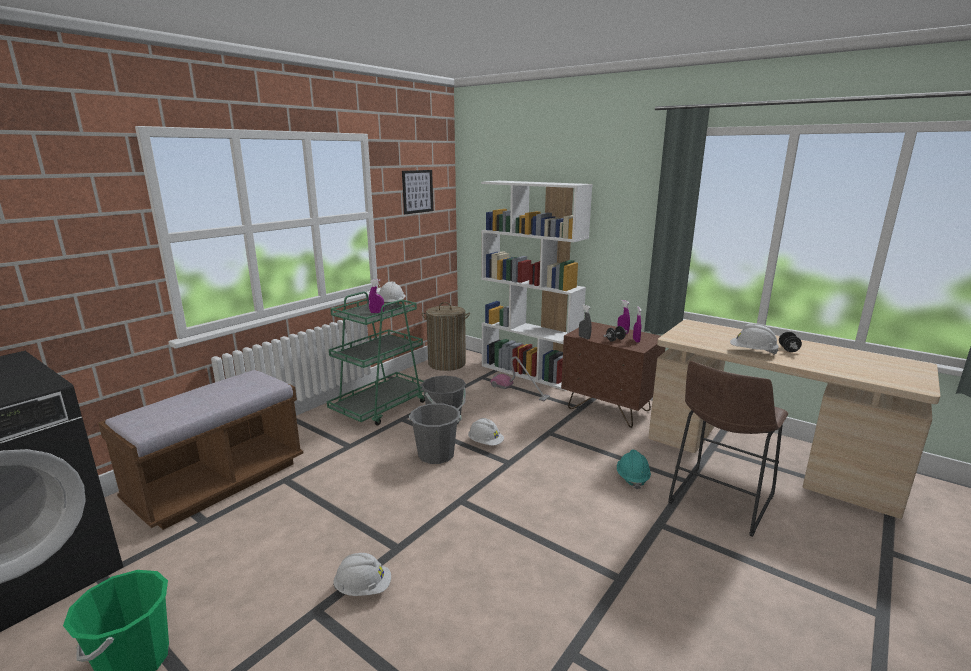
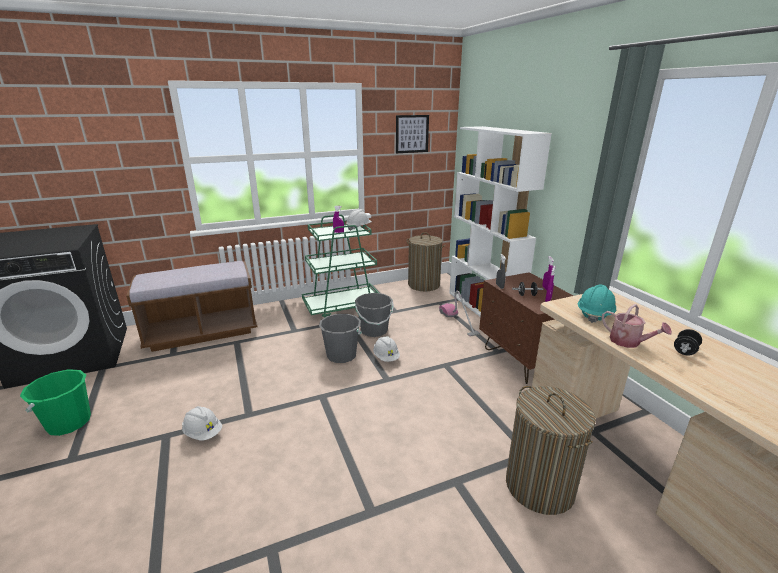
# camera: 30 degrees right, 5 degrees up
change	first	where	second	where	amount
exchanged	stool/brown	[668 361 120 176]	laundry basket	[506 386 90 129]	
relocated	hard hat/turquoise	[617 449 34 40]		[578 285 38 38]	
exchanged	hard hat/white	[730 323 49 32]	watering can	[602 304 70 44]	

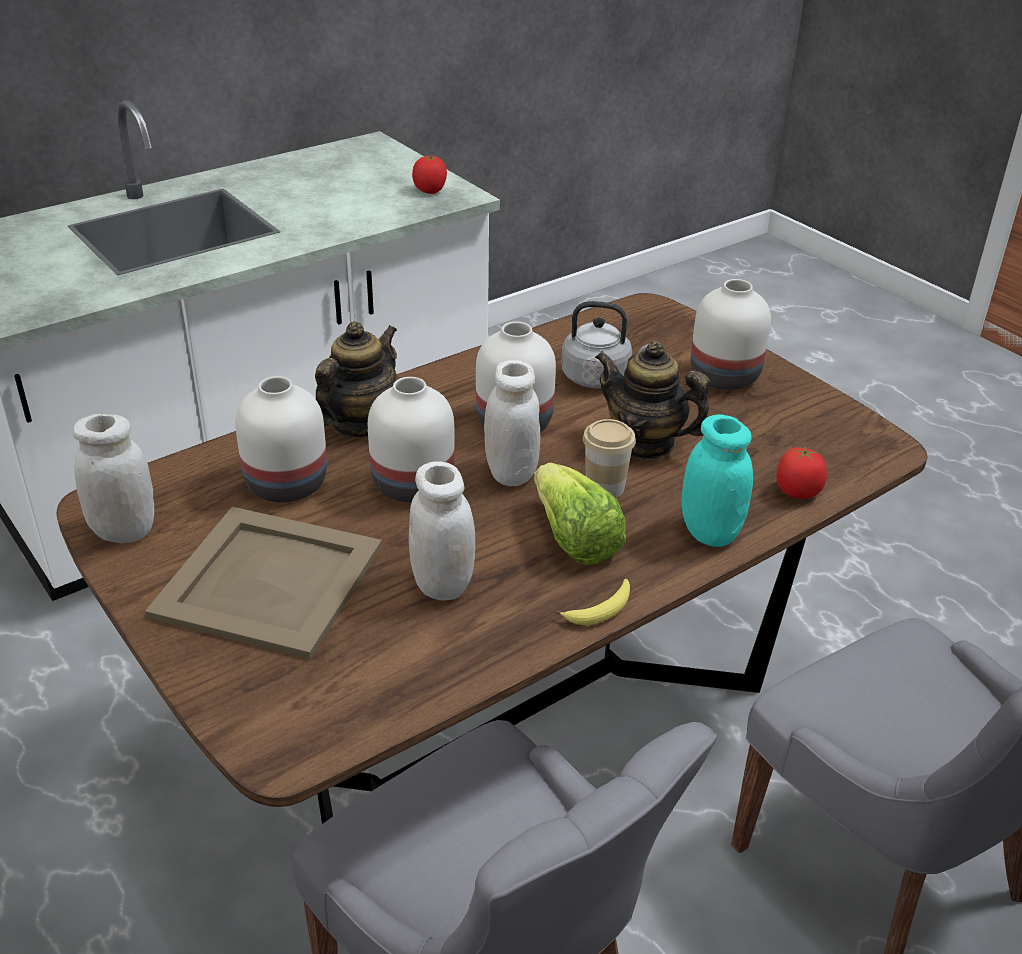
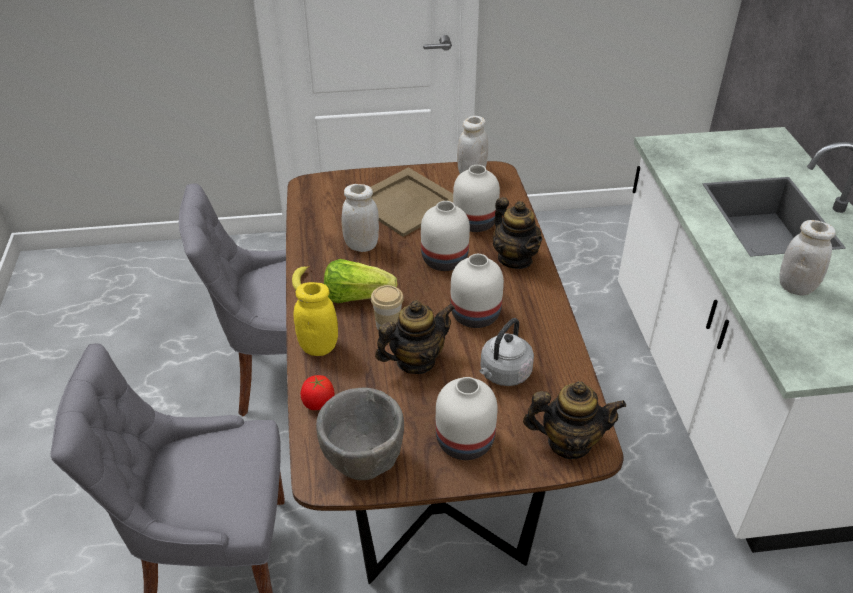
# camera: 120 degrees right, 5 degrees up
change	first	where	second	where	amount
colour	jar/turquoise	[682 414 71 133]	jar/yellow	[294 282 44 74]	
appeared			bowl/grey	[316 388 88 92]	
appeared			teapot	[523 381 103 78]	
relocated	jar/white	[484 360 56 126]		[779 220 57 76]	
missing	tomato	[412 156 35 38]			

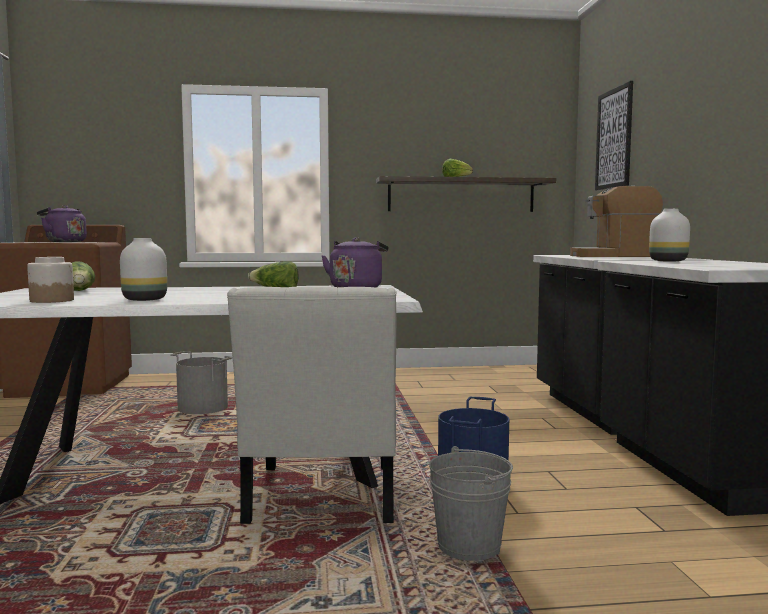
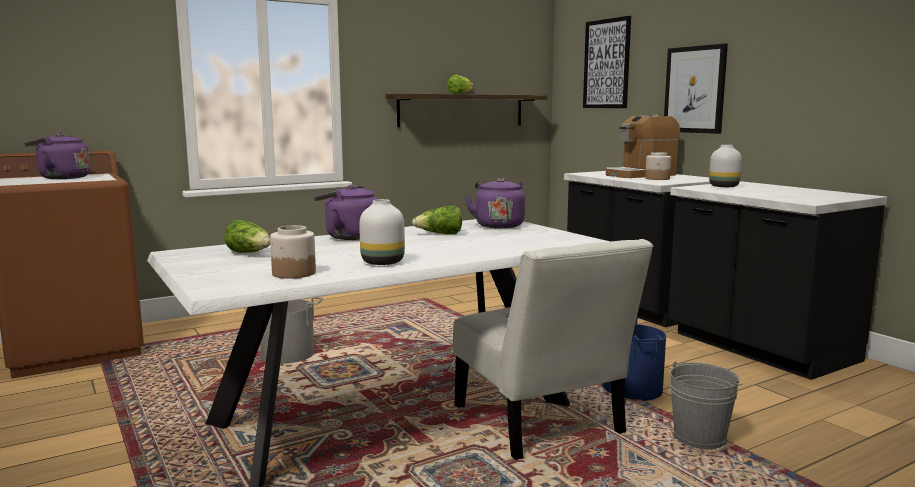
# camera: 25 degrees left, 5 degrees up
change	first	where	second	where	amount
appeared			kettle/purple	[314 185 64 55]	
appeared			jar	[645 152 26 28]	
appeared			picture	[664 44 64 90]	

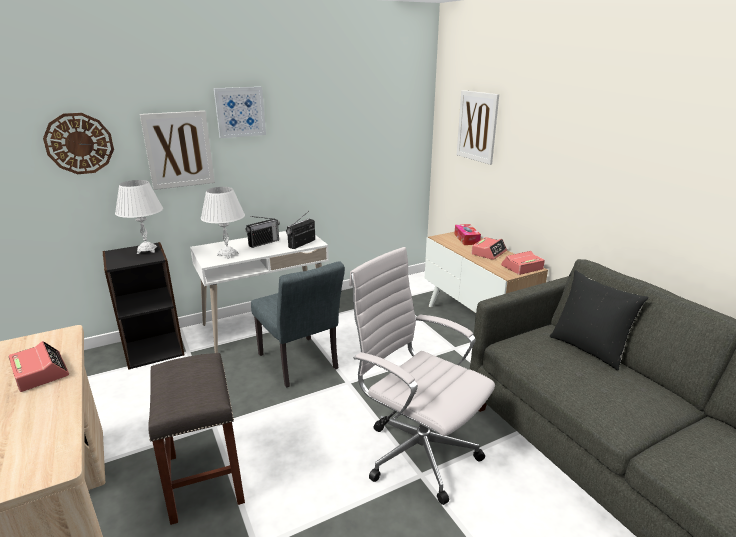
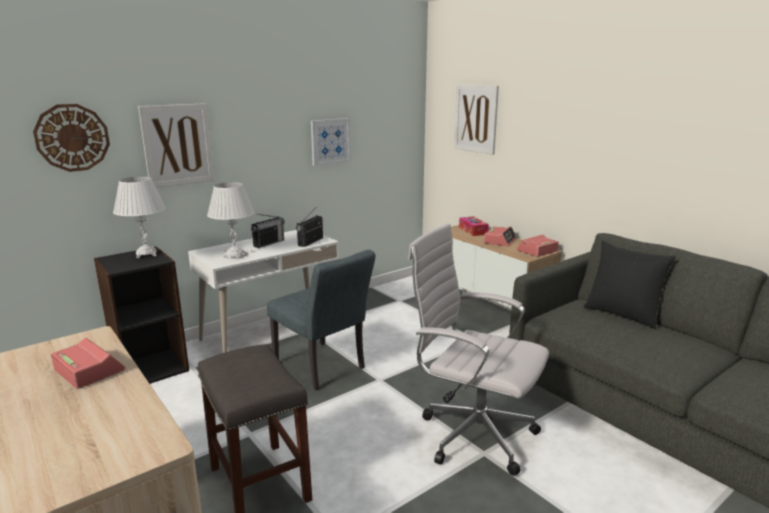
# camera: 10 degrees left, 5 degrees down
change	first	where	second	where	amount
relocated	picture	[214 87 52 51]		[311 118 40 48]	

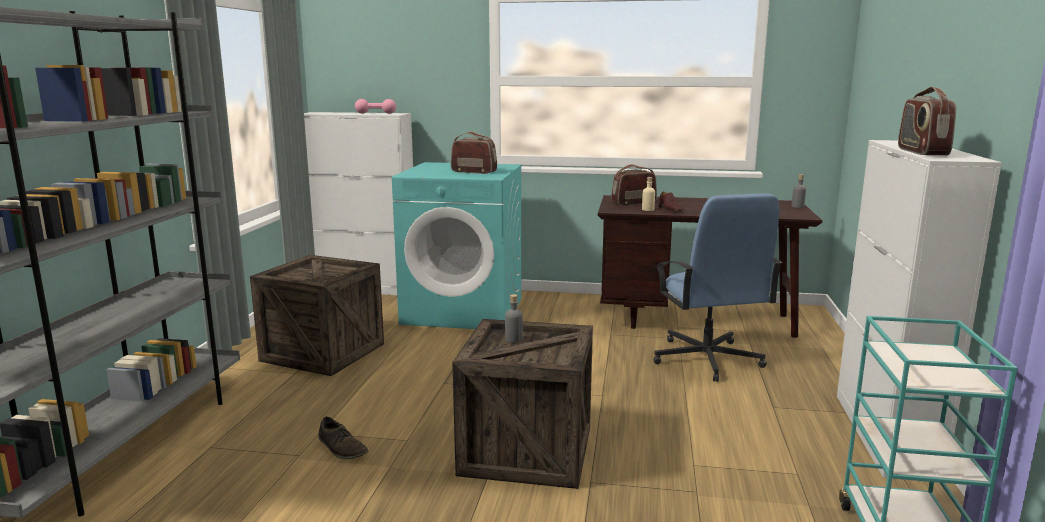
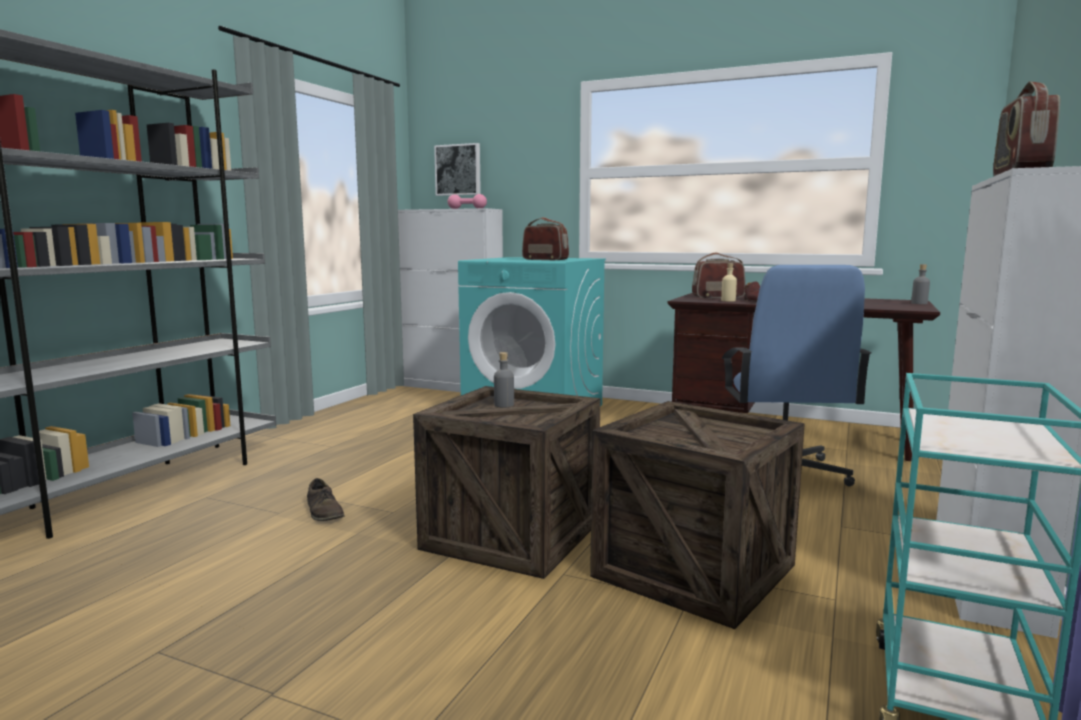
# camera: 15 degrees right, 5 degrees down
change	first	where	second	where	amount
appeared			picture	[434 143 47 53]	
relocated	crate	[250 255 134 121]		[590 401 215 228]	

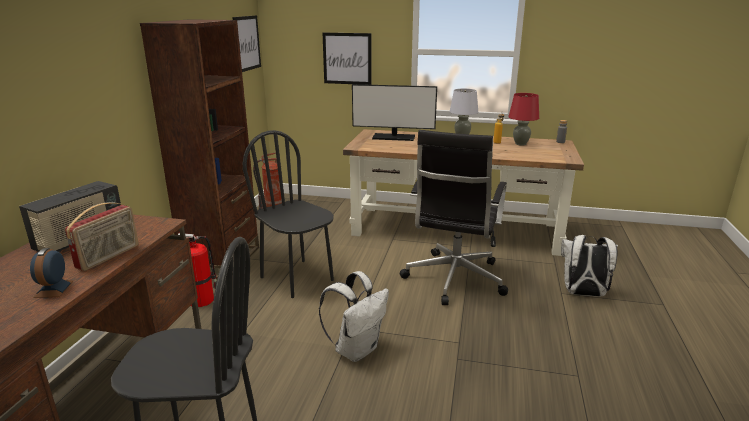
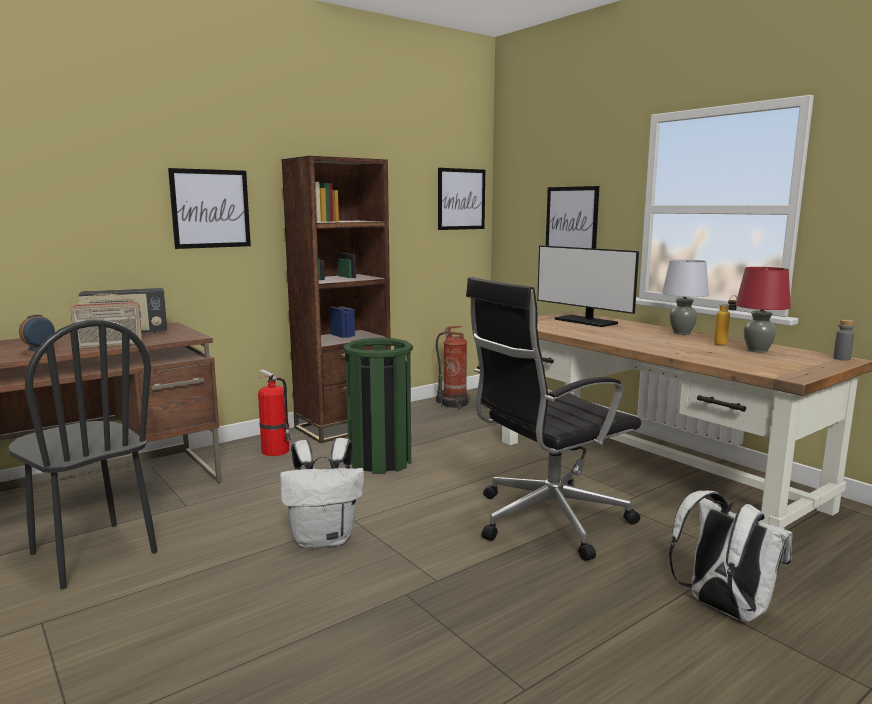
# camera: 40 degrees right, 10 degrees down
change	first	where	second	where	amount
appeared			picture	[168 168 83 81]	
exchanged	chair/black	[243 130 91 168]	trash can/green	[343 338 70 136]	

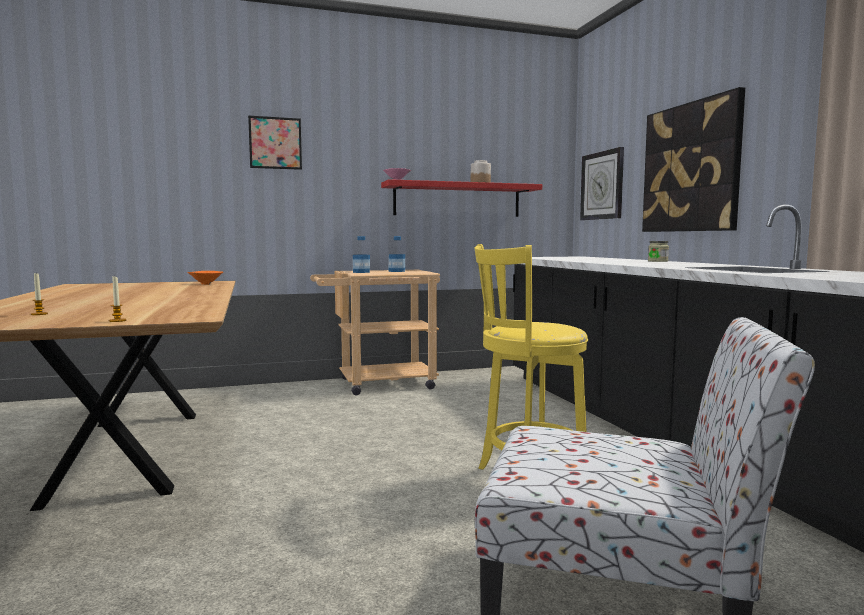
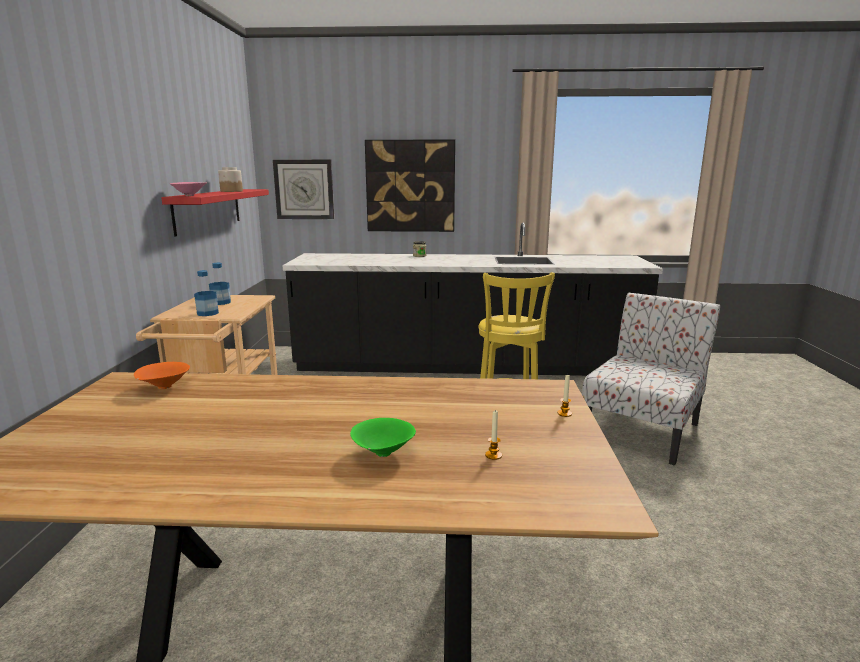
# camera: 70 degrees left, 10 degrees up
change	first	where	second	where	amount
appeared			bowl/green	[350 418 66 39]	
missing	picture	[248 116 54 54]			

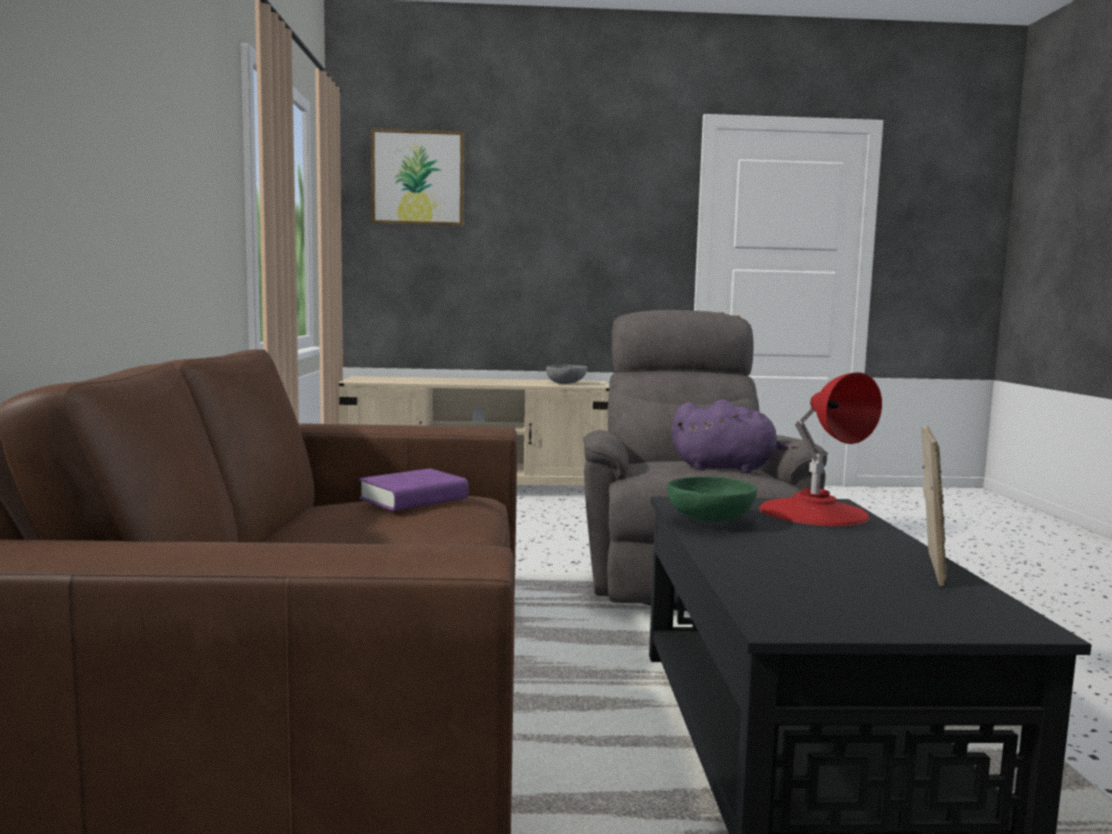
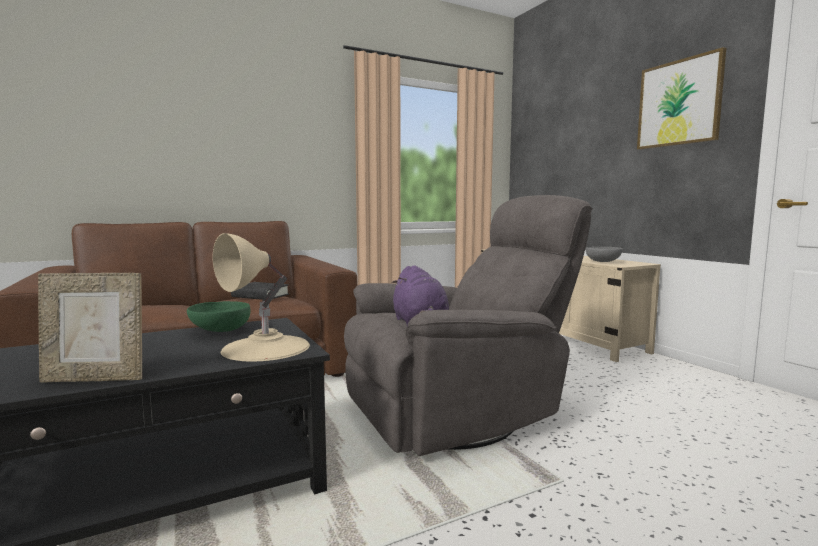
# camera: 65 degrees right, 0 degrees up
change	first	where	second	where	amount
colour	table lamp/red	[759 372 123 154]	table lamp/beige	[213 233 97 128]	
colour	book/purple	[359 468 109 43]	book/black	[231 282 58 18]	
relocated	picture	[371 128 93 98]		[637 47 89 103]	

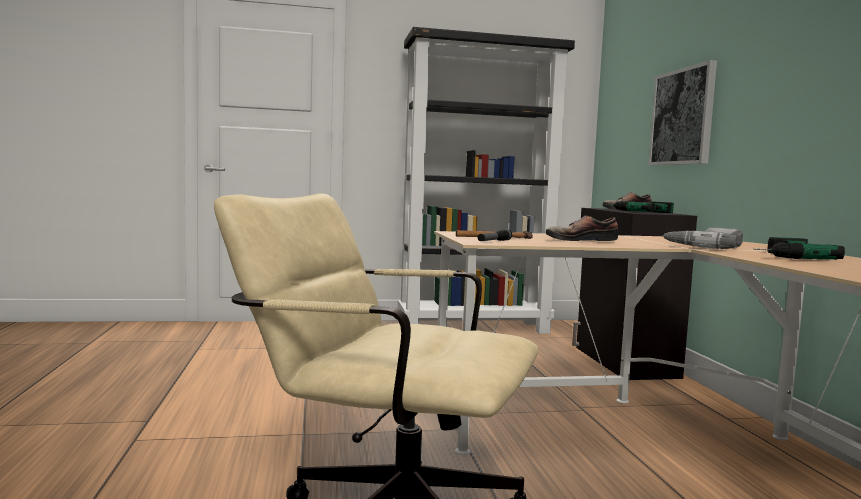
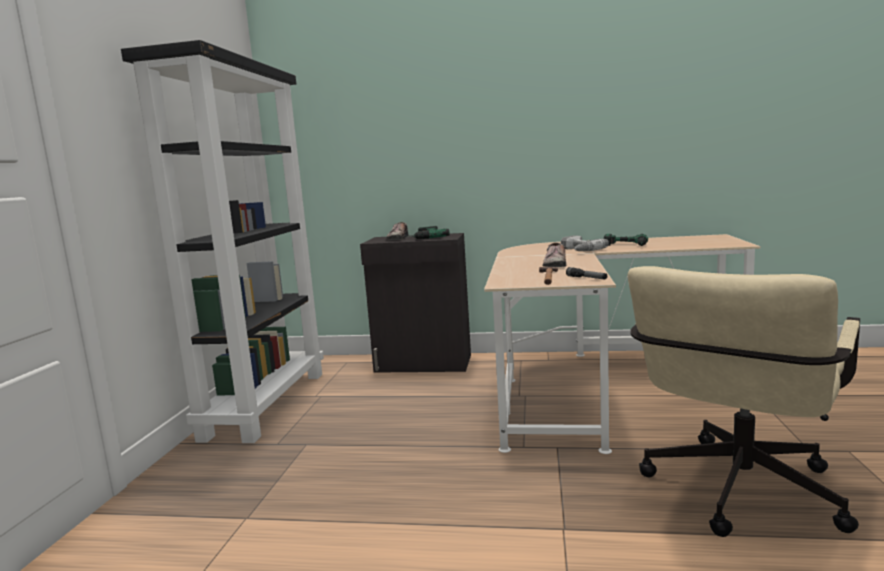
# camera: 70 degrees left, 5 degrees up
change	first	where	second	where	amount
missing	picture	[649 60 68 105]			

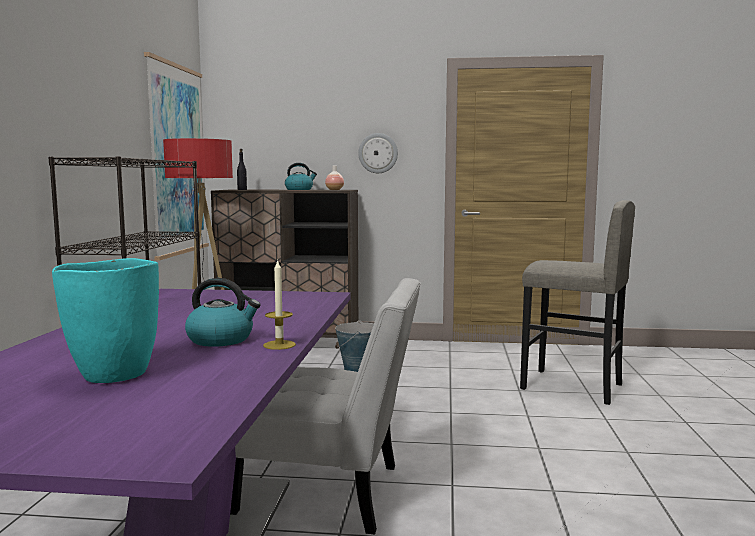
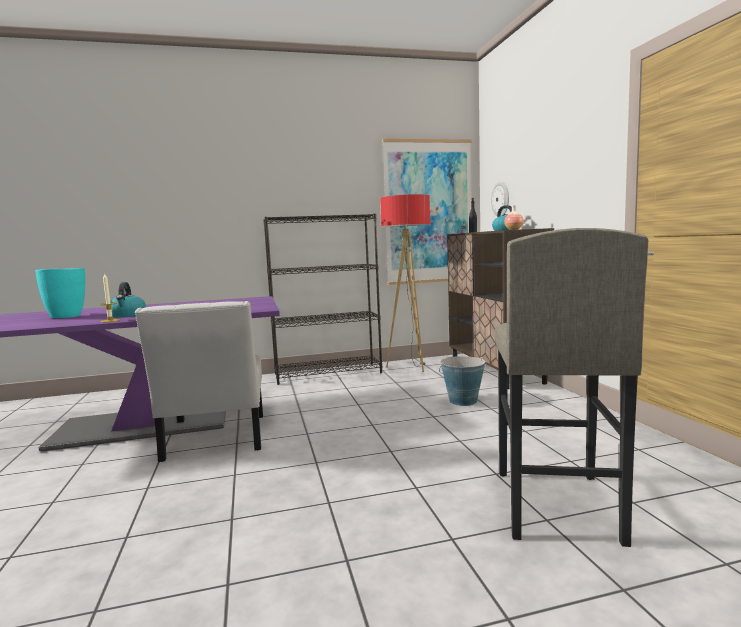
# camera: 70 degrees right, 0 degrees up
change	first	where	second	where	amount
relocated	wall clock	[358 133 40 40]		[491 182 18 34]	

